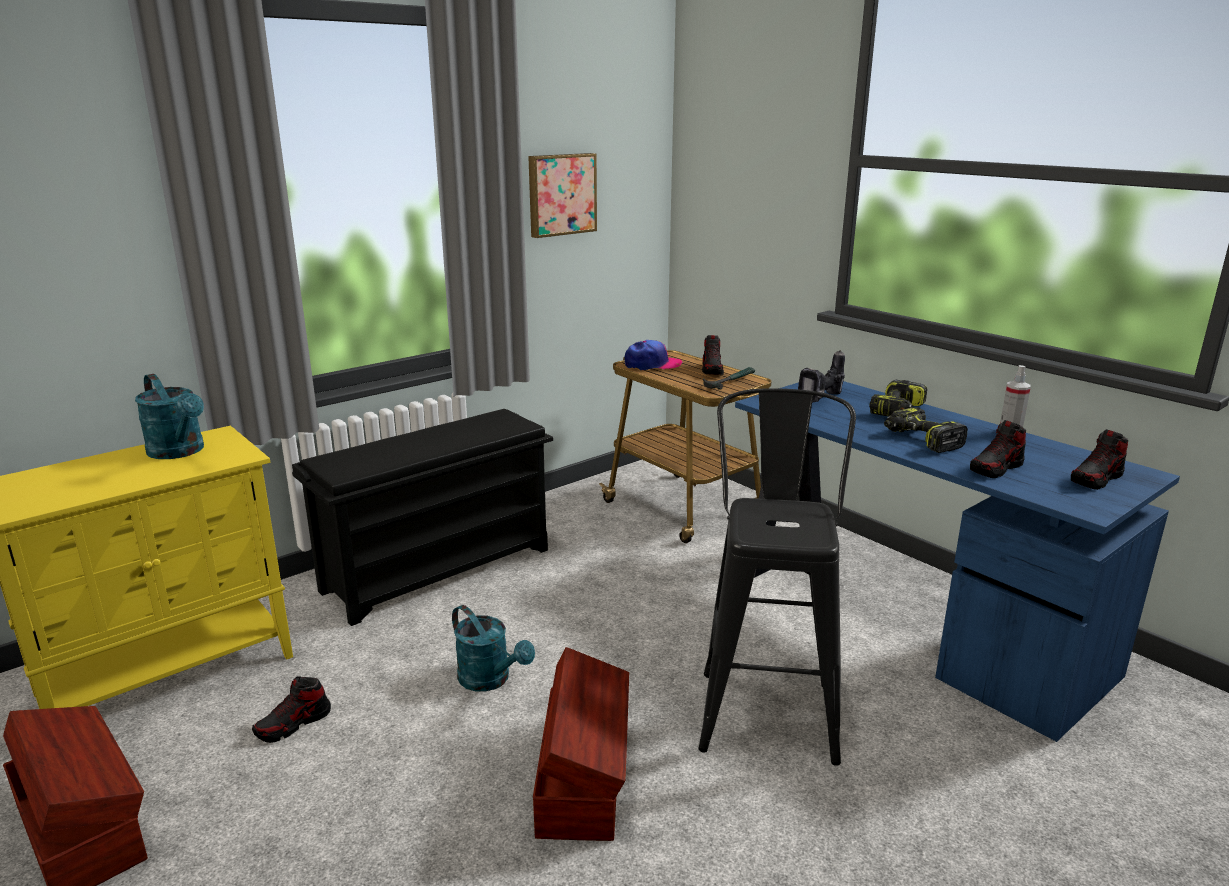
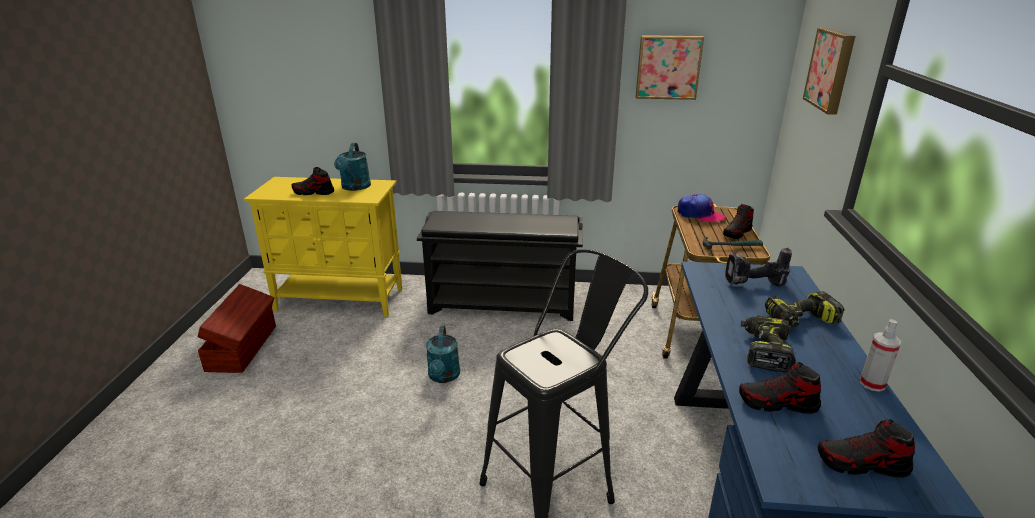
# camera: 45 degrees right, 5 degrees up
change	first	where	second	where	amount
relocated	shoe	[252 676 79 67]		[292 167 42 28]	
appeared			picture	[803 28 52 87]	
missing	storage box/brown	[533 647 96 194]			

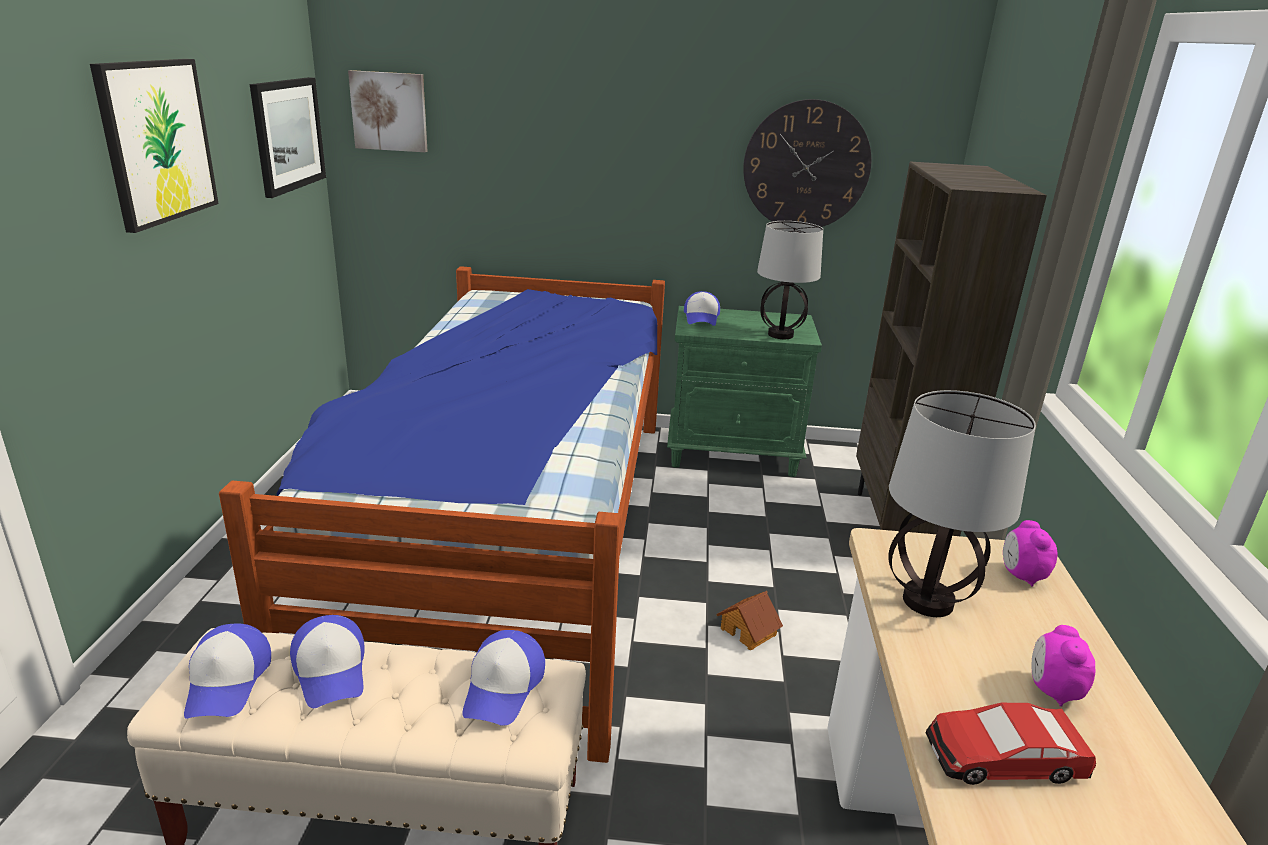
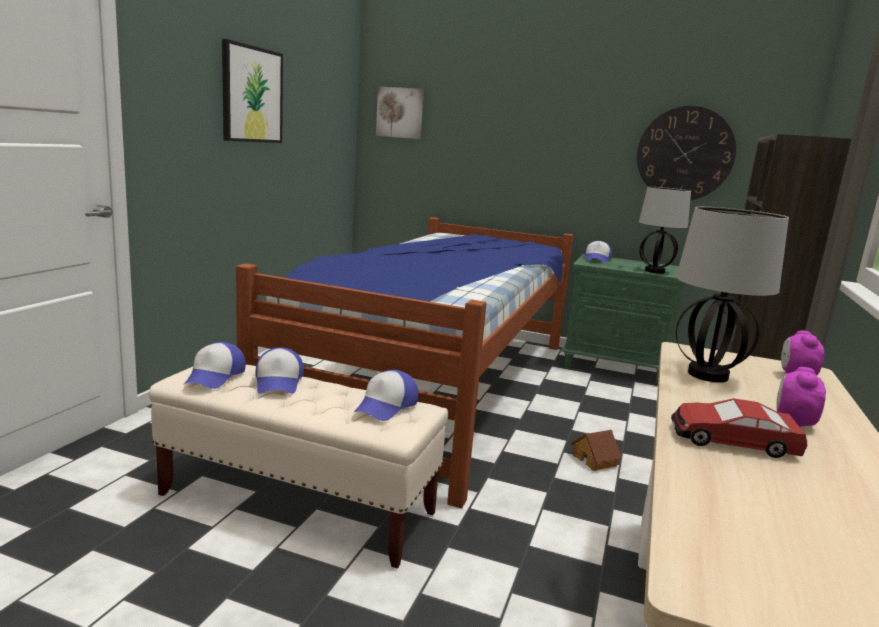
# camera: 15 degrees right, 10 degrees down
change	first	where	second	where	amount
missing	picture	[250 77 76 121]			

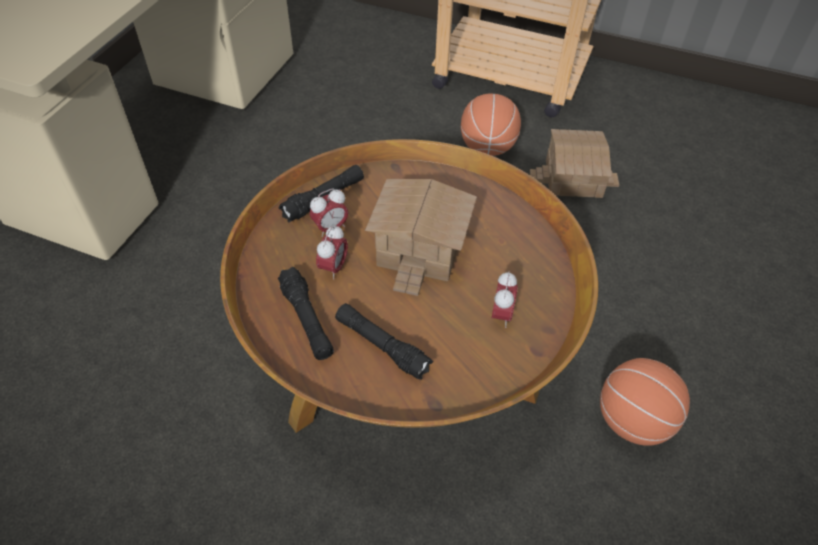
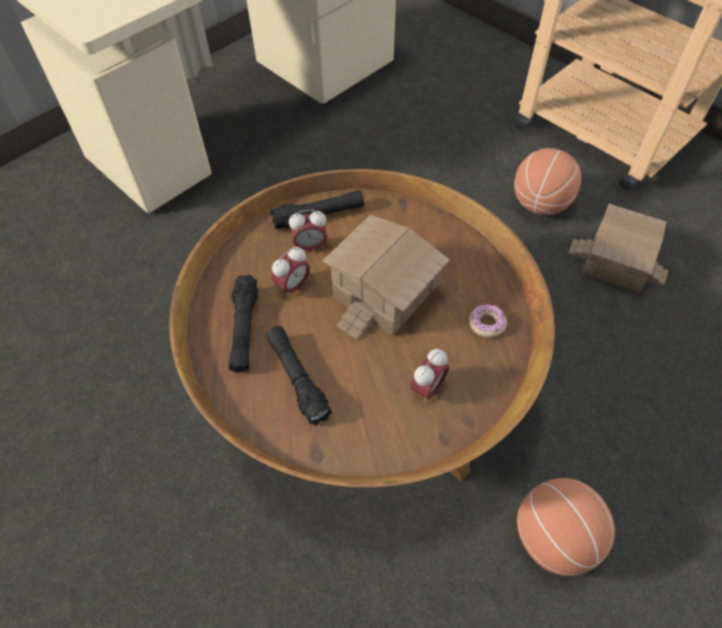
# camera: 25 degrees right, 5 degrees up
change	first	where	second	where	amount
appeared			donut	[469 304 38 34]	

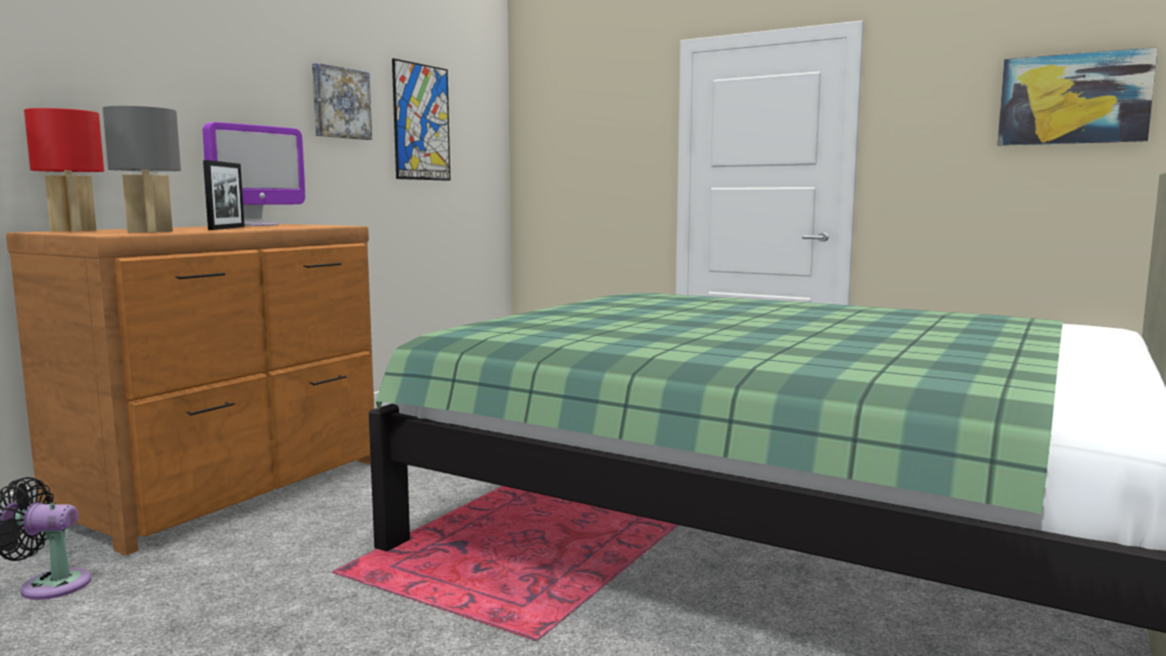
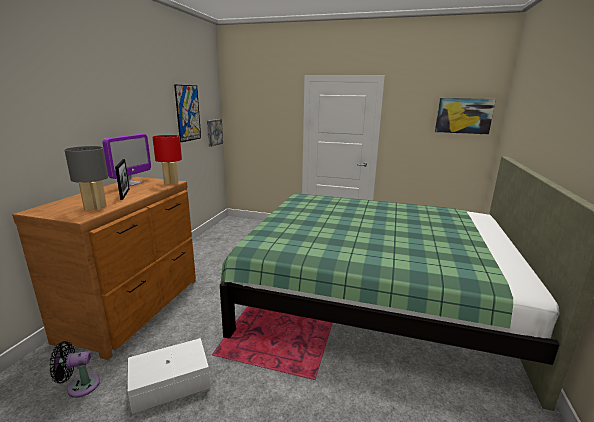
# camera: 15 degrees left, 10 degrees up
change	first	where	second	where	amount
appeared			storage box/white	[128 338 82 76]	
relocated	table lamp/red	[24 108 80 124]		[152 135 30 50]	
relocated	picture	[312 63 60 77]		[207 119 16 28]	

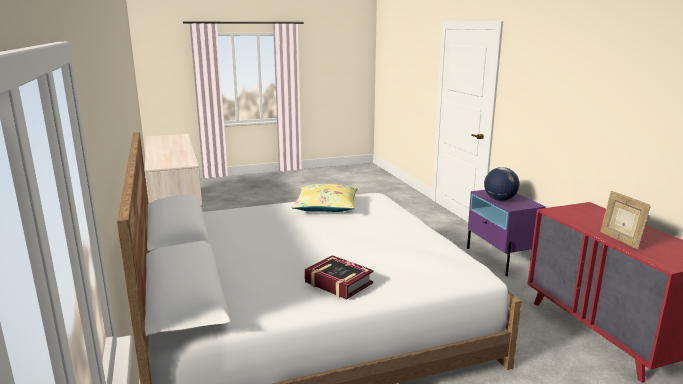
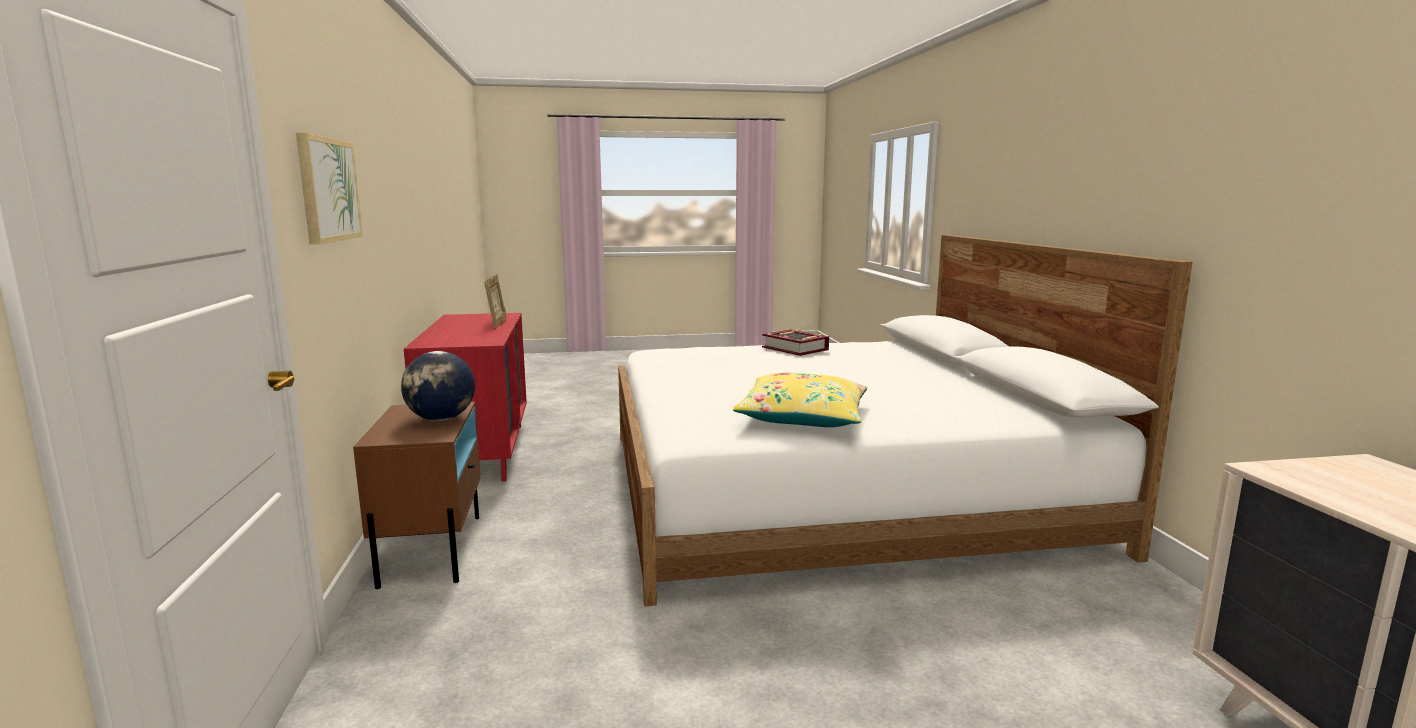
# camera: 170 degrees left, 5 degrees down
change	first	where	second	where	amount
appeared			picture	[296 133 67 112]	
colour	nightstand/purple	[467 190 79 86]	nightstand/brown	[353 402 128 187]	

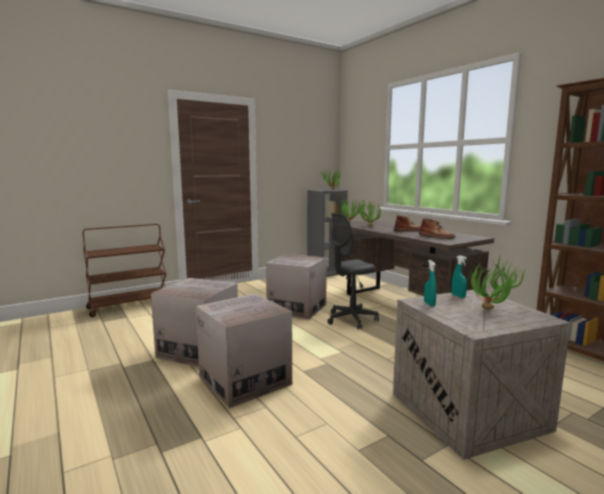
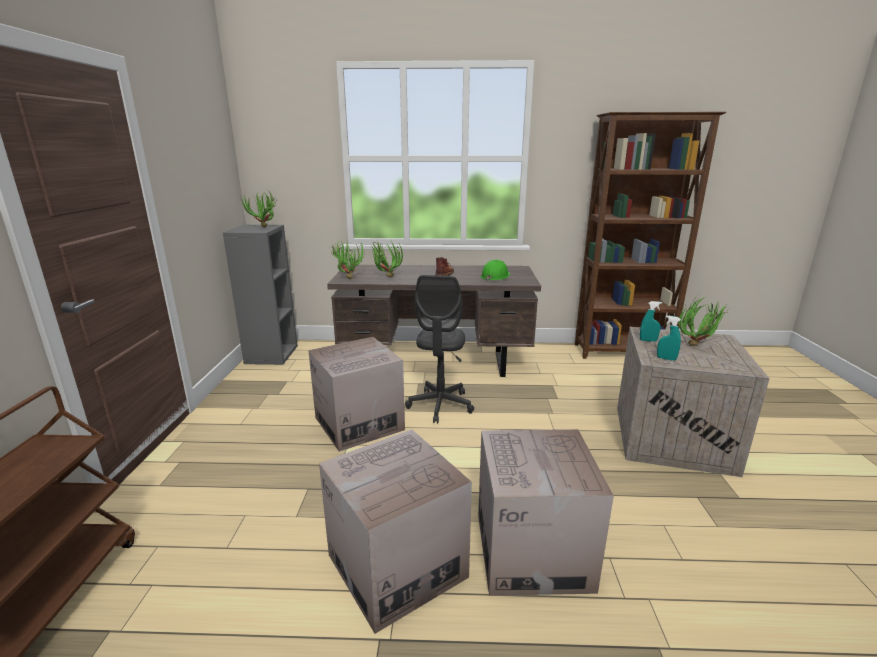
# camera: 55 degrees left, 10 degrees up
change	first	where	second	where	amount
exchanged	boot/brown	[419 218 36 21]	hard hat/green	[481 260 29 21]	

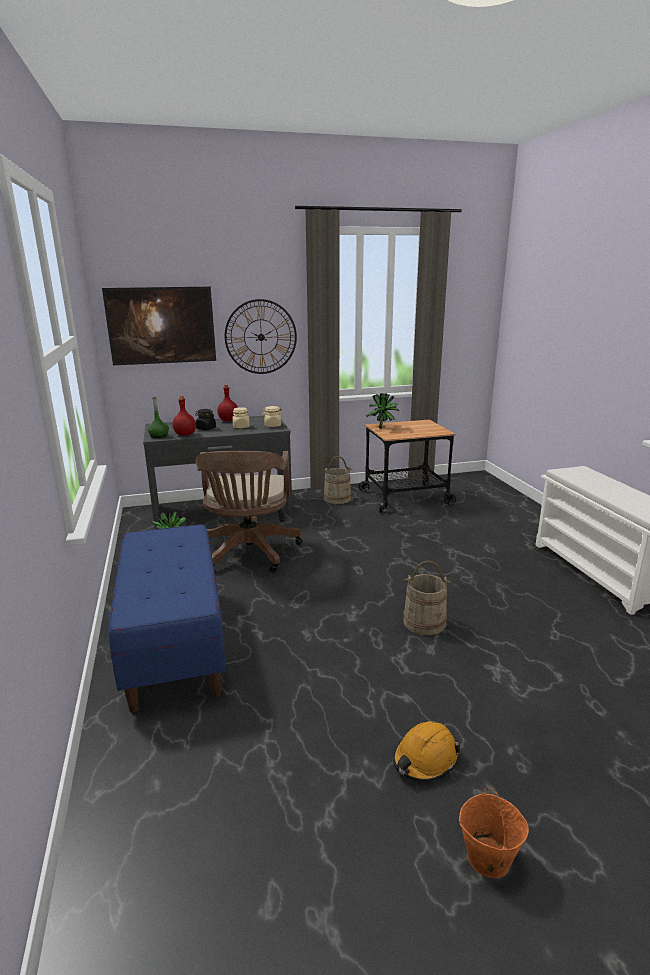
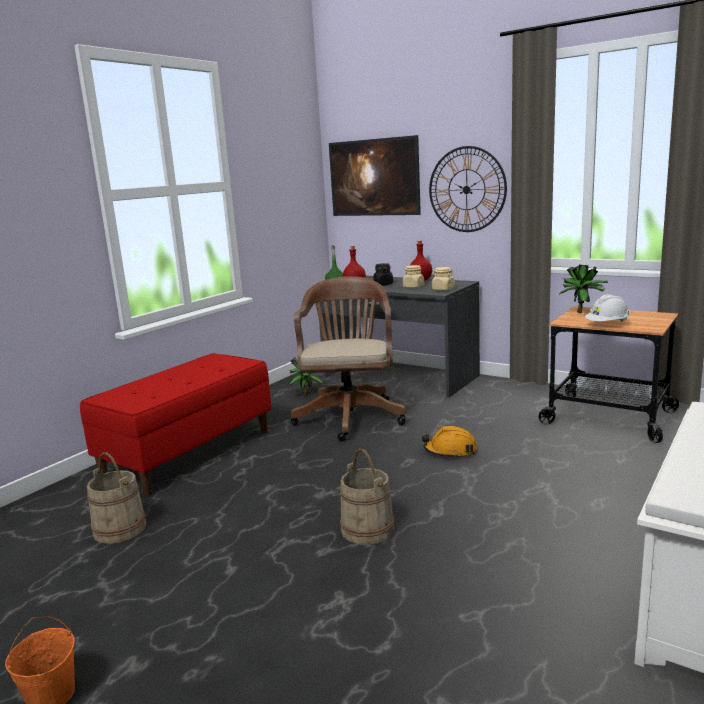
# camera: 50 degrees right, 5 degrees down
change	first	where	second	where	amount
colour	bench/blue	[109 524 117 189]	bench/red	[80 353 192 143]	
relocated	bucket/beige	[323 456 29 48]		[87 452 59 92]	
spun	office chair/brown	[196 451 106 121]		[291 276 115 165]	135 degrees clockwise
relocated	hard hat/orange	[393 721 67 61]		[422 426 55 33]	
appeared			hard hat/white	[585 294 45 28]	

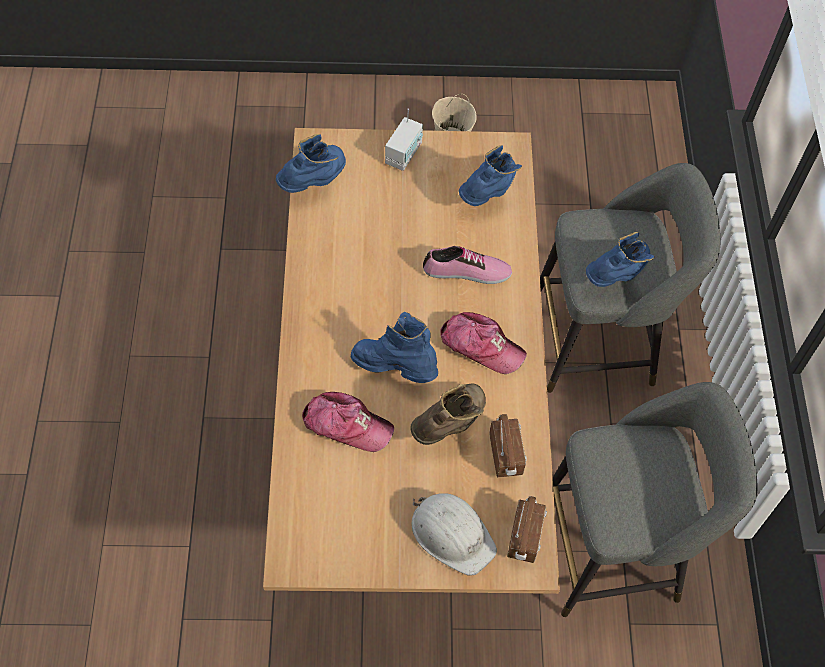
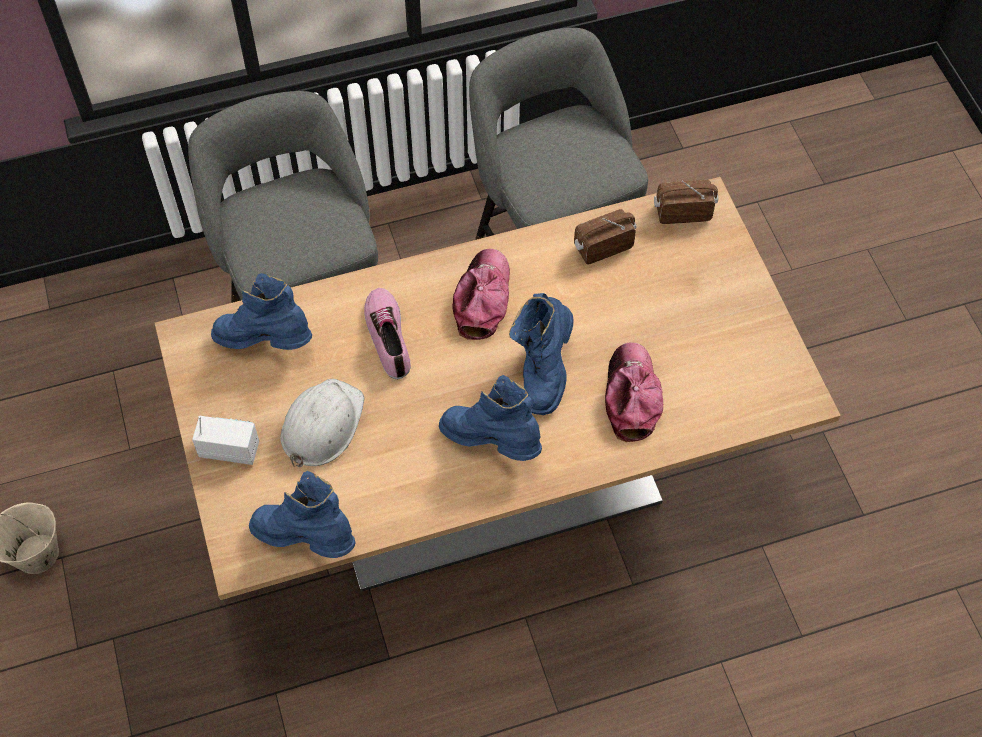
# camera: 105 degrees left, 0 degrees up
change	first	where	second	where	amount
relocated	hard hat/white	[412 493 85 83]		[280 379 84 88]	
relocated	boot/blue	[586 232 68 55]		[439 375 103 86]	
missing	boot/brown	[410 383 76 62]			

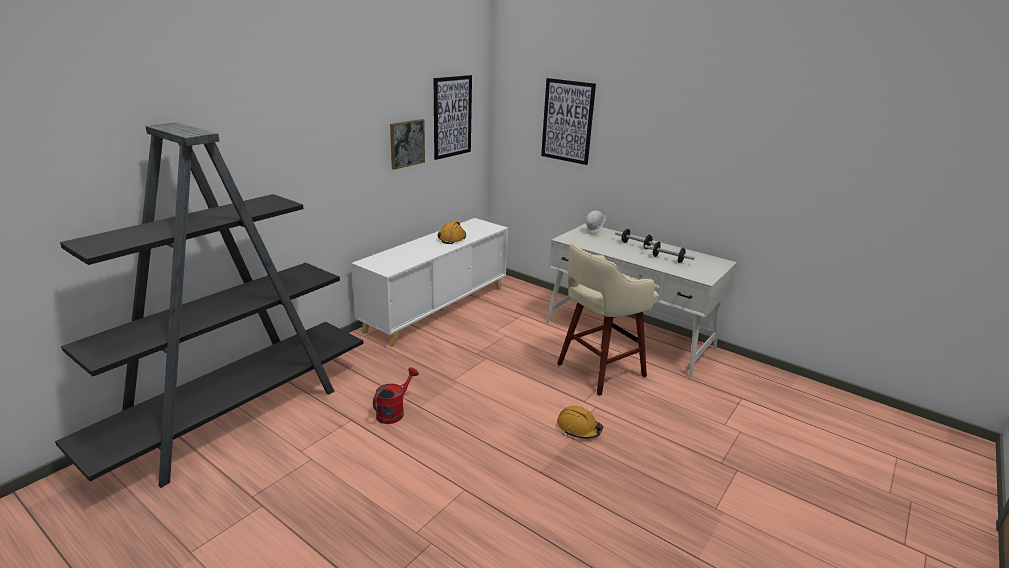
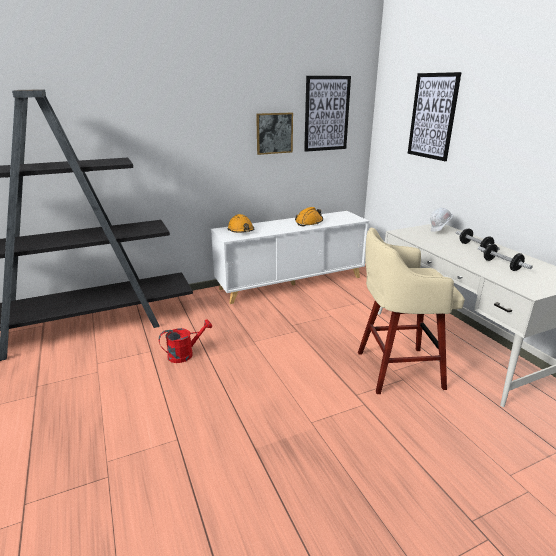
# camera: 30 degrees right, 0 degrees up
change	first	where	second	where	amount
relocated	hard hat/orange	[557 406 47 33]		[228 214 26 19]	

